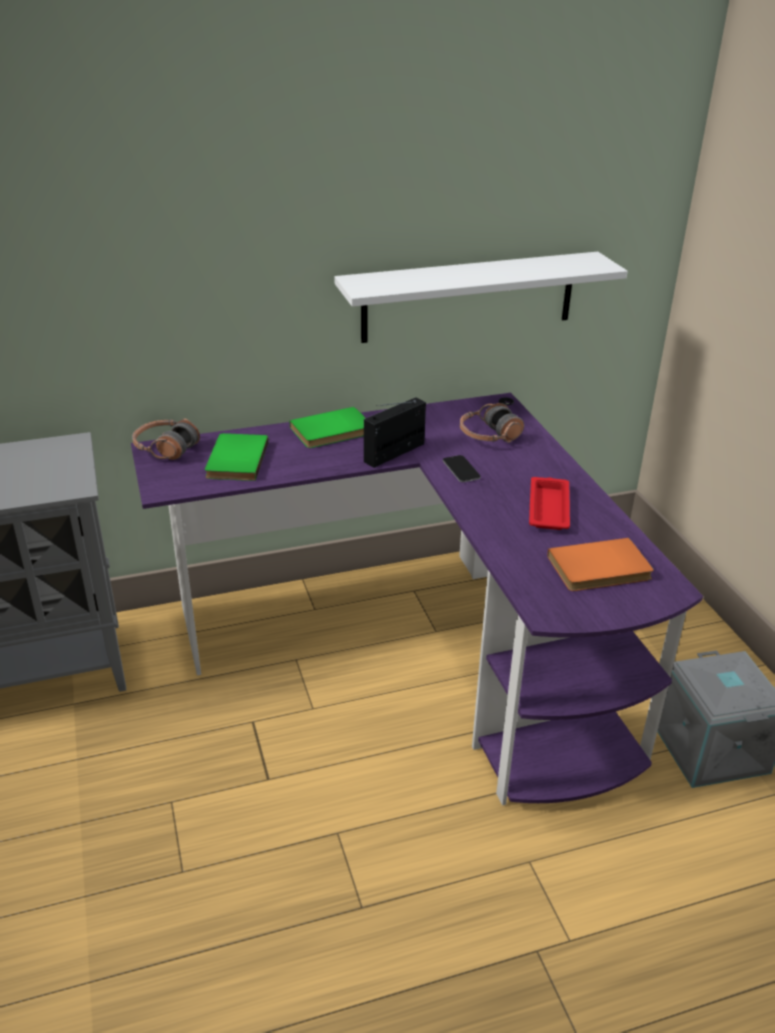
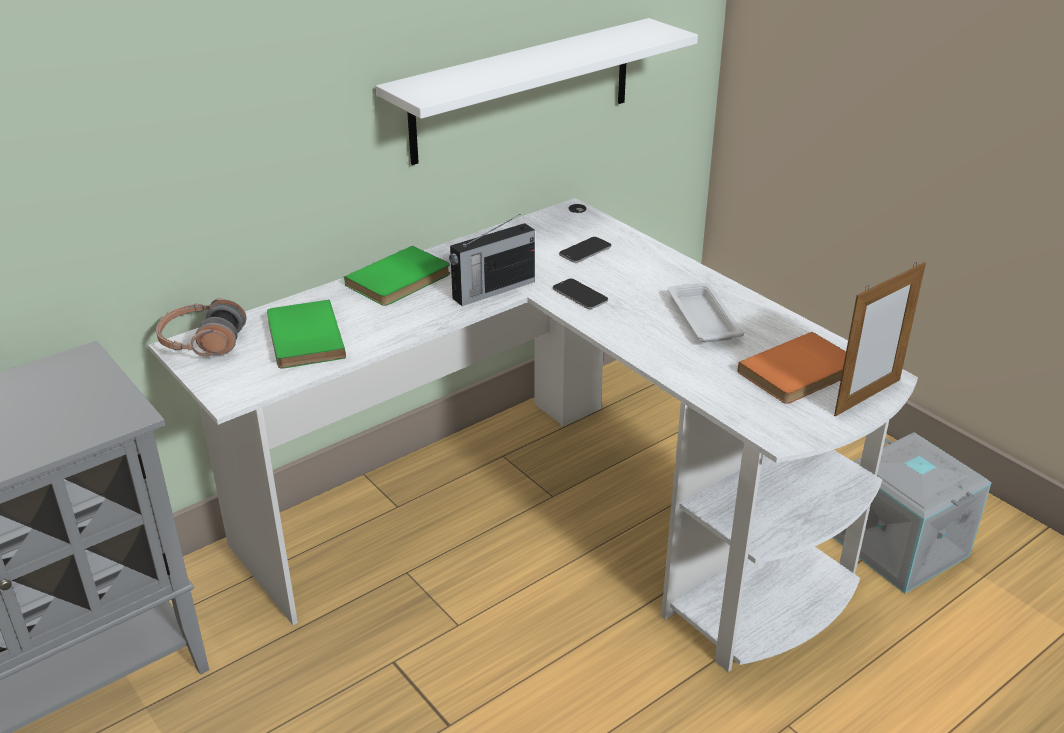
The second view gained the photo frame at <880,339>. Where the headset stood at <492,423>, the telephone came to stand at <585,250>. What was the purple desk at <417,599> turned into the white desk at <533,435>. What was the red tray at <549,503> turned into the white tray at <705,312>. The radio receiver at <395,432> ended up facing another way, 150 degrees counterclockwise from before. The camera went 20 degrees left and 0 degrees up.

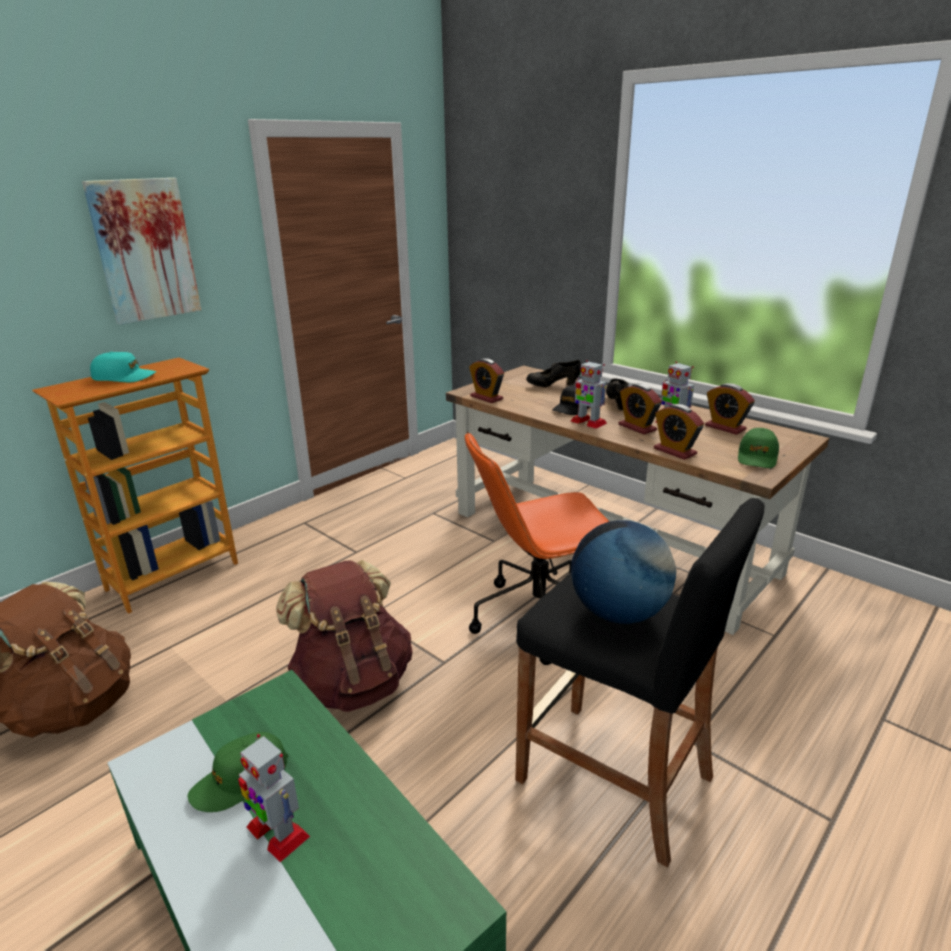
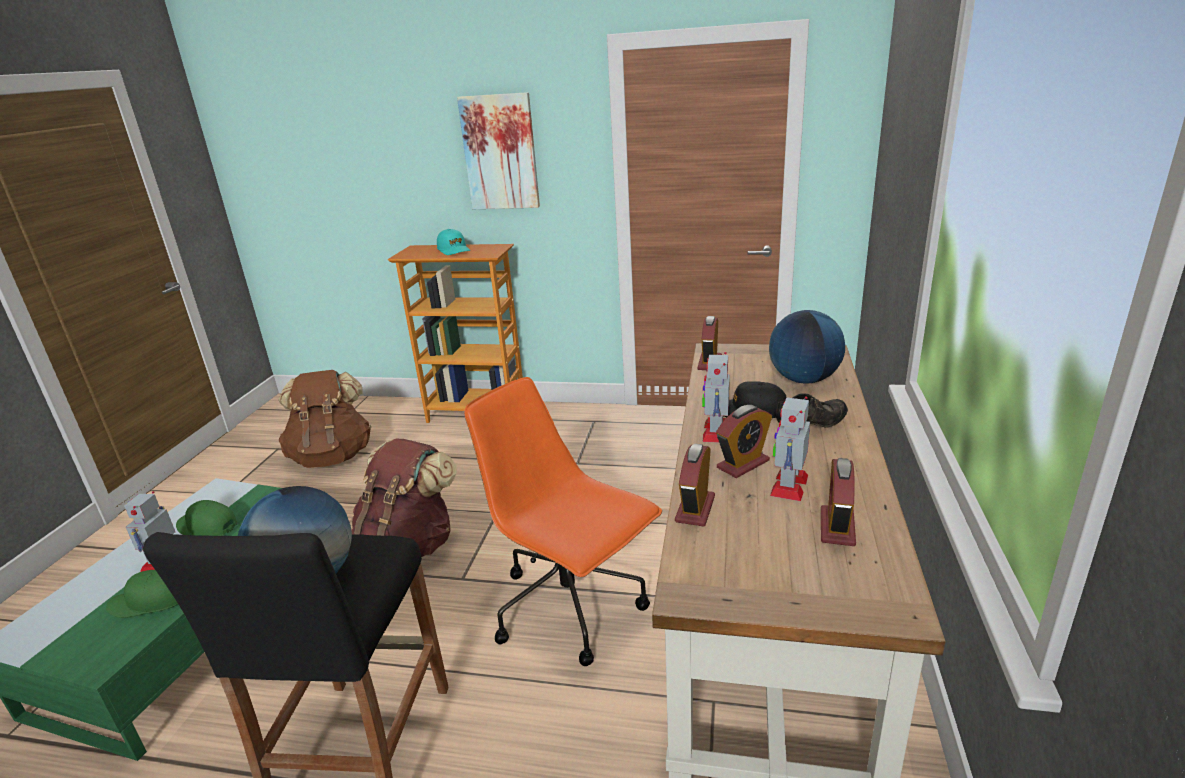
The greenish cap ended up elsewhere, having gone from <758,448> to <142,594>. Where the blackish item of footwear stood at <553,373>, the globe came to stand at <807,347>. The alarm clock at <640,408> ended up facing another way, 150 degrees counterclockwise from before. The camera went 60 degrees right and 0 degrees up.

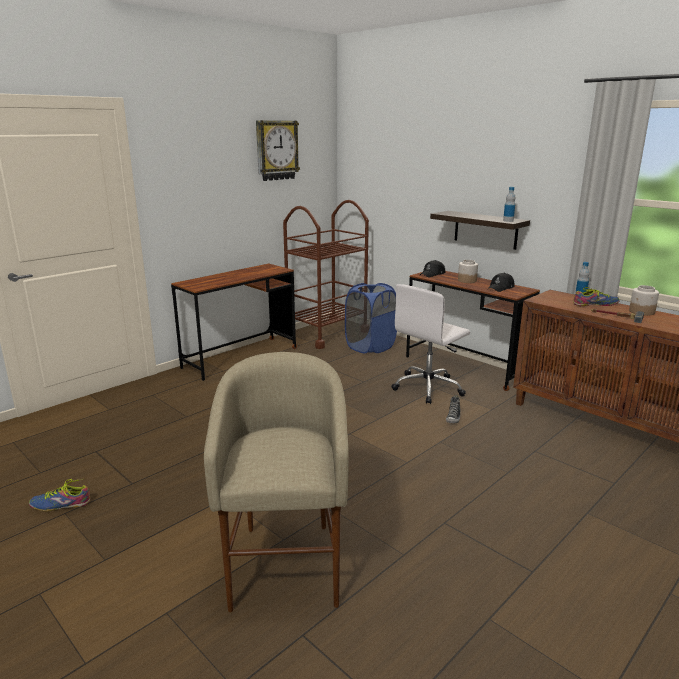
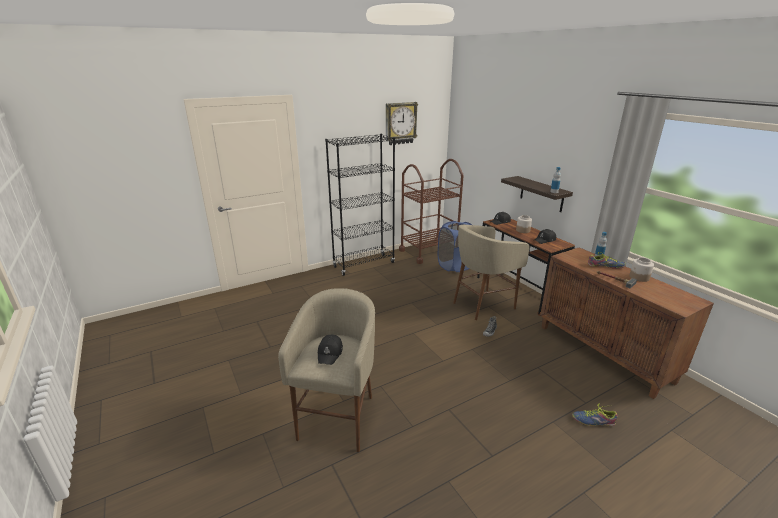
The second view gained the blackish cap at <330,350>. The item of footwear ended up elsewhere, having gone from <59,495> to <595,414>. Where the brownish desk stood at <234,322>, the blackish shelving unit came to stand at <360,205>. Where the white office chair stood at <430,344>, the beige stool seat came to stand at <491,272>. The camera went 15 degrees right and 5 degrees up.

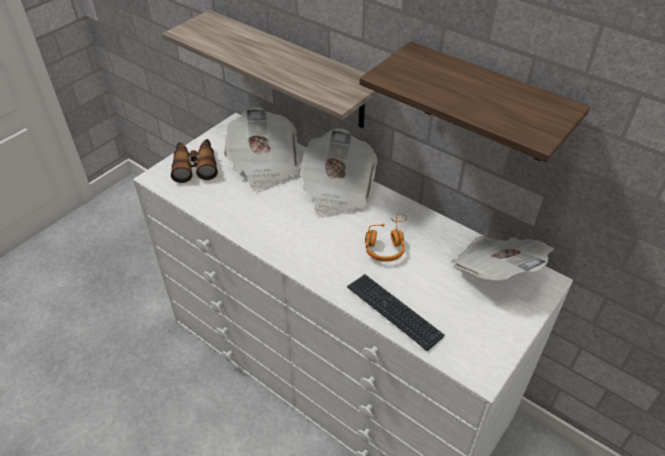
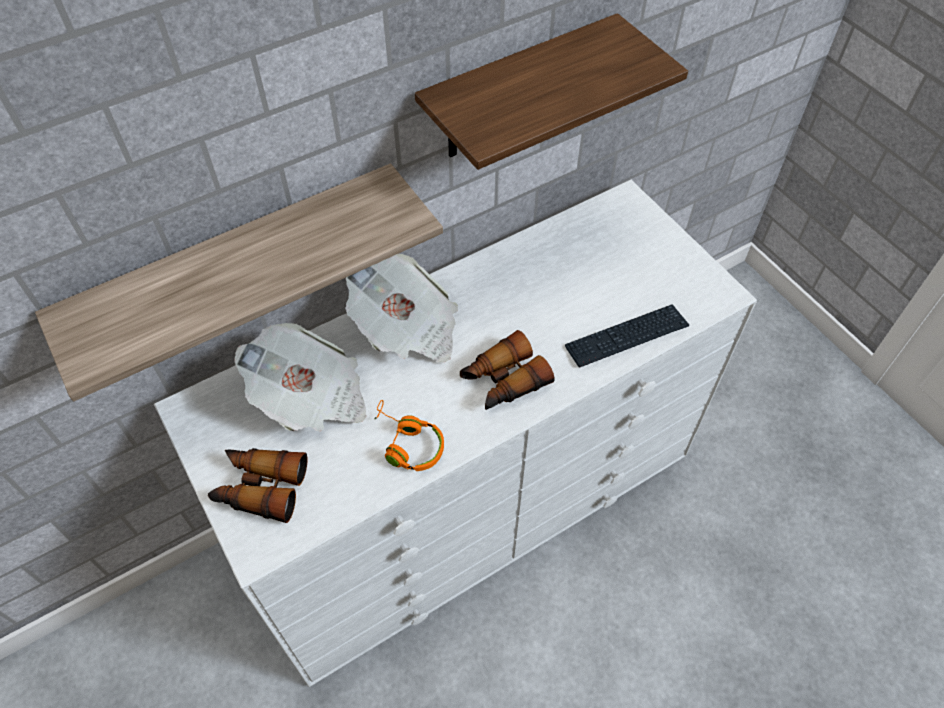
The second view lost the newspaper at <502,258>. The second view gained the binoculars at <507,370>. The orangey headset ended up elsewhere, having gone from <386,238> to <409,435>. The camera went 70 degrees left and 10 degrees up.

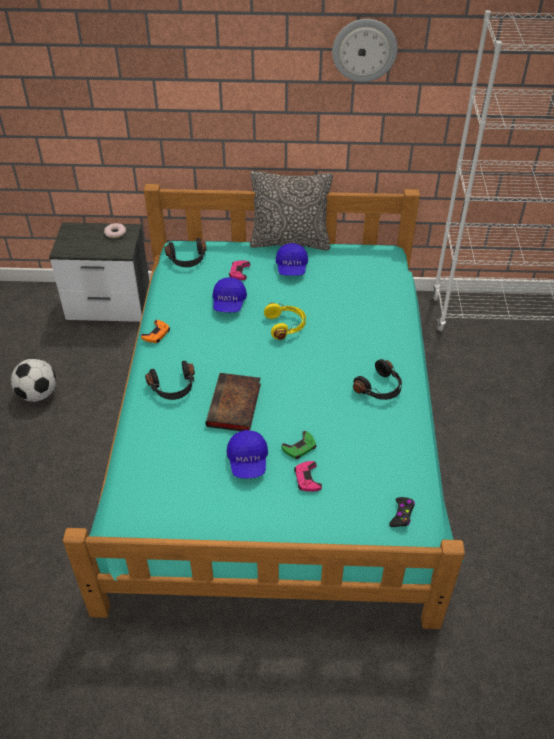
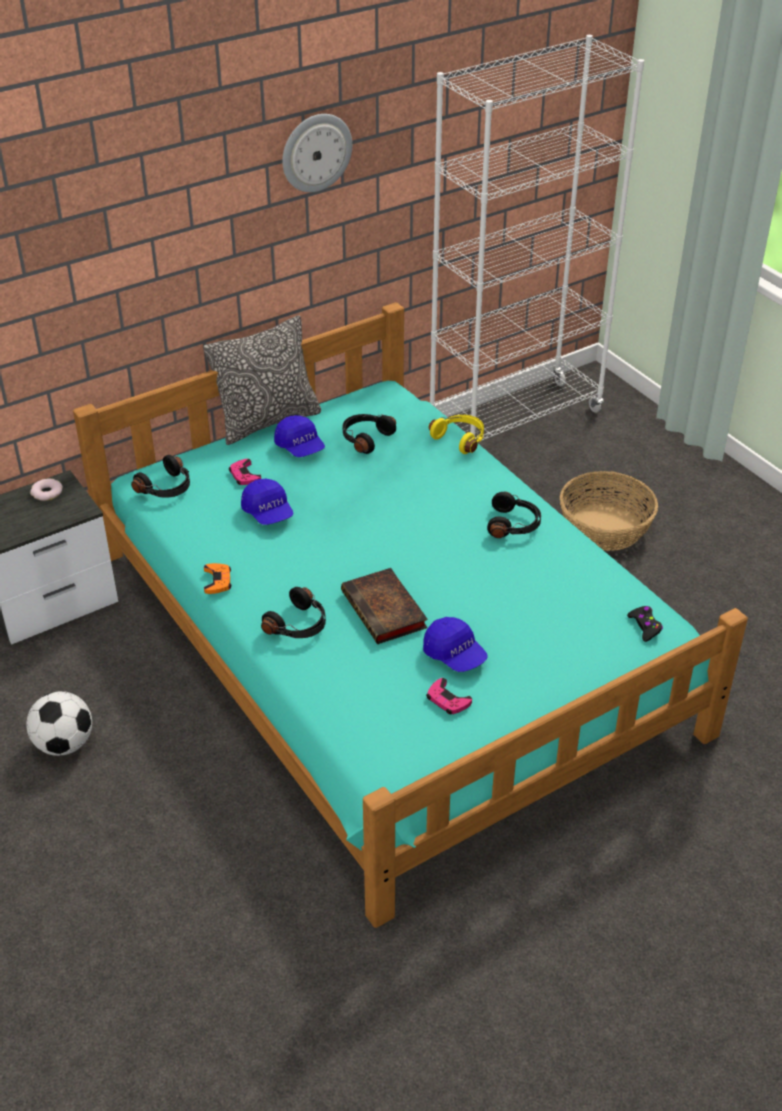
The second view lost the greenish joypad at <299,445>. The second view gained the blackish headset at <369,434>. The second view gained the storage basket at <609,511>. The yellowish headset ended up elsewhere, having gone from <285,321> to <456,434>. The pink-coloured joypad ended up elsewhere, having gone from <308,476> to <449,696>. The camera went 35 degrees left and 5 degrees down.

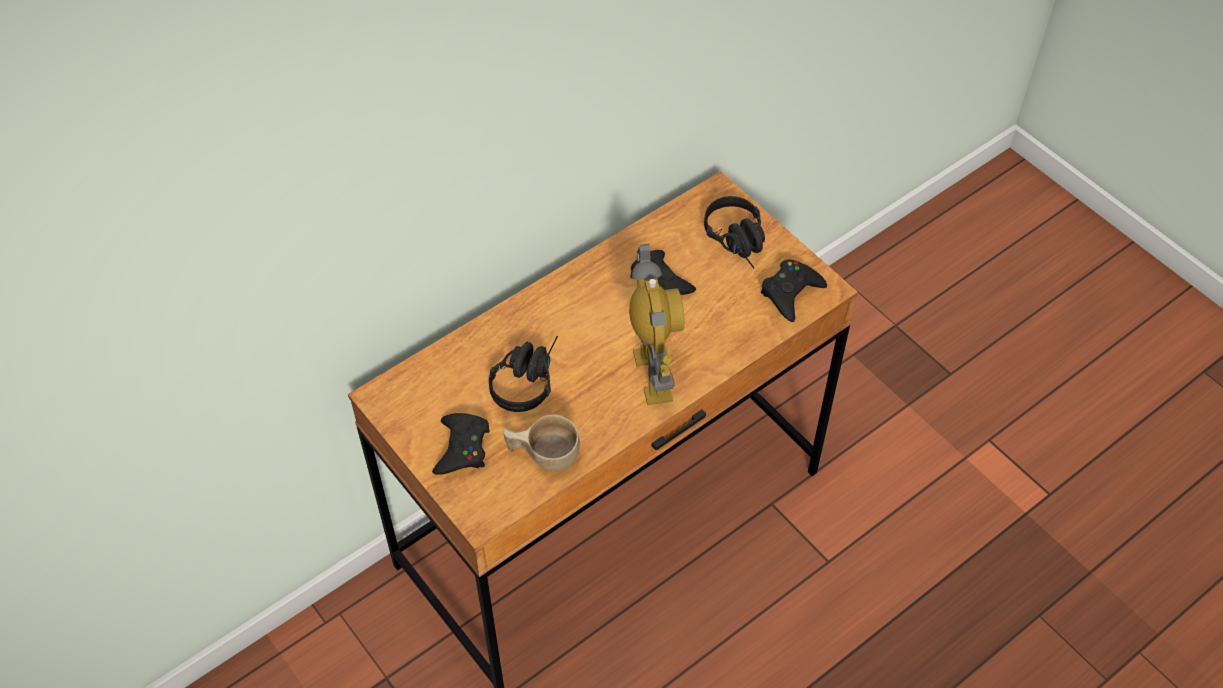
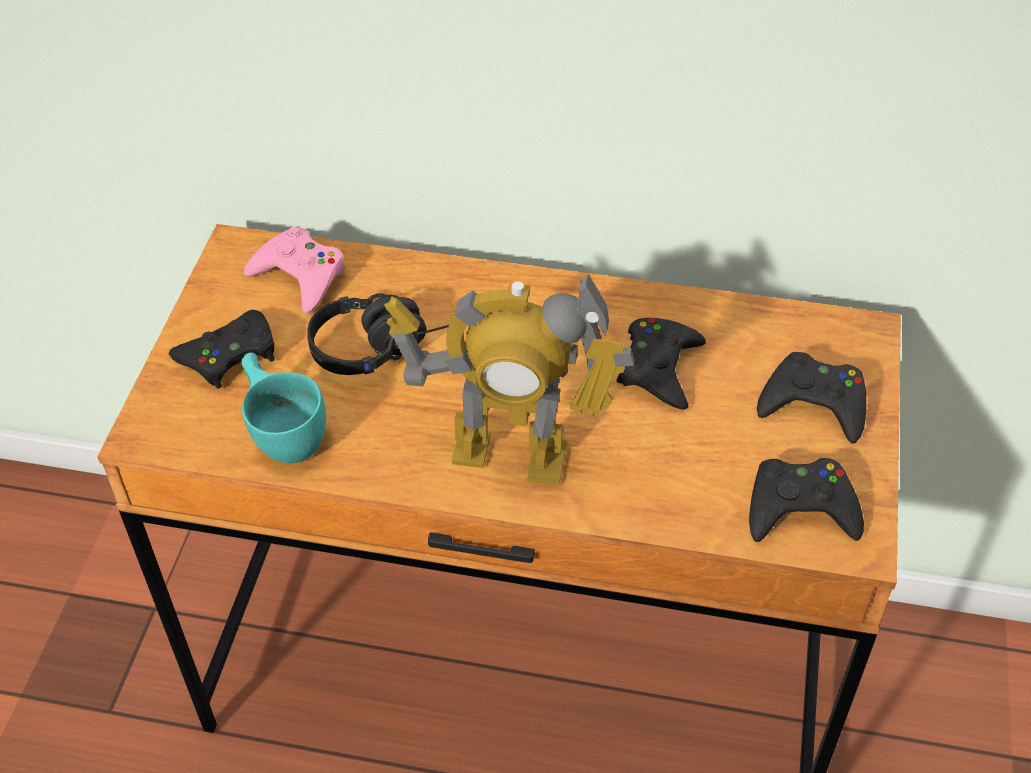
The second view gained the pink-coloured joypad at <295,270>. Where the blackish headset stood at <734,232>, the blackish joypad came to stand at <811,397>. What was the beige drinking cup at <541,442> turned into the turquoise drinking cup at <284,407>. The model robot at <657,324> ended up facing another way, 60 degrees clockwise from before. The camera went 50 degrees right and 5 degrees down.

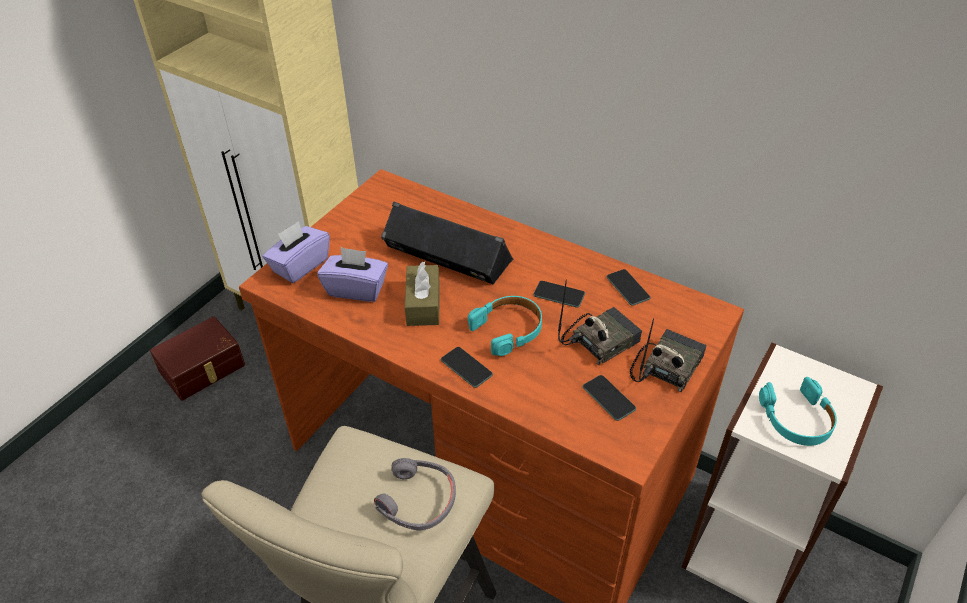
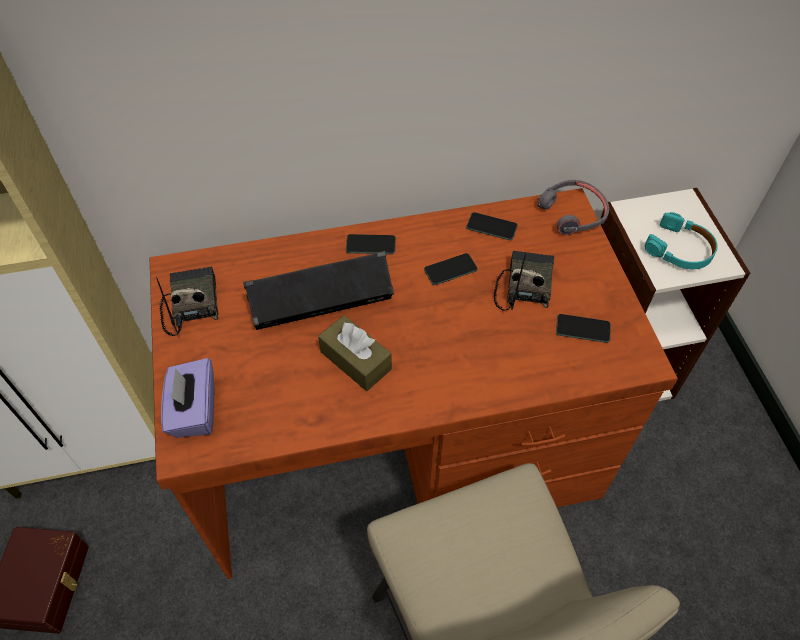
The second view lost the purple box of tissues at <352,274>. The second view lost the turquoise headset at <505,326>. The gray headset ended up elsewhere, having gone from <415,494> to <573,207>. The telephone ended up elsewhere, having gone from <467,367> to <371,244>. The radio receiver ended up elsewhere, having gone from <668,355> to <187,301>. The camera went 45 degrees left and 10 degrees up.

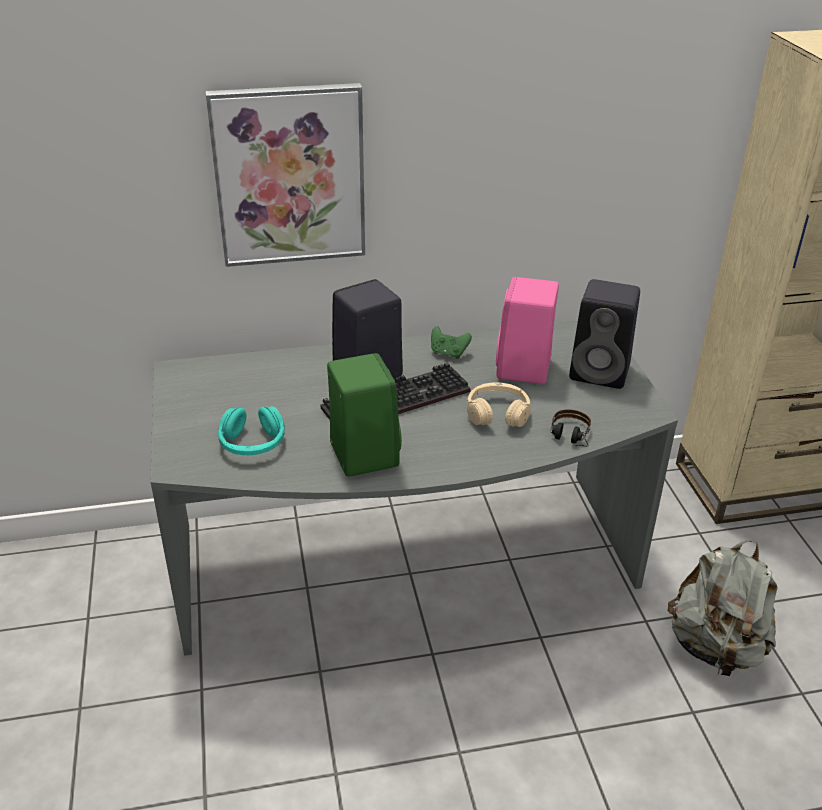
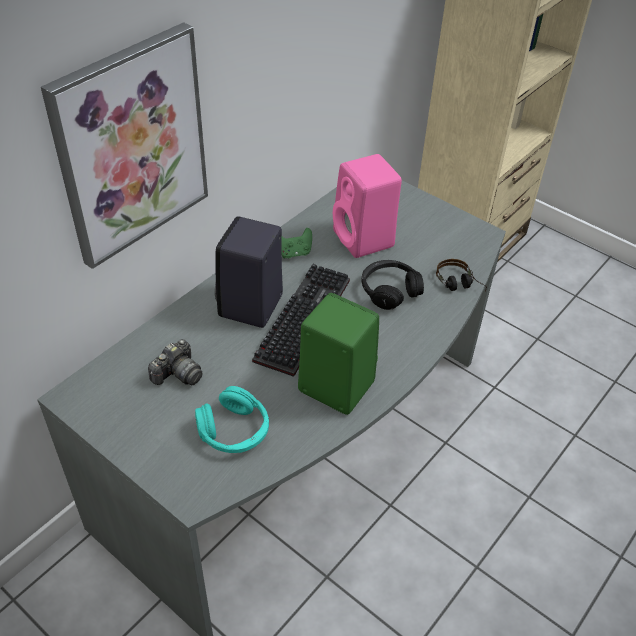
The second view lost the blackish audio speaker at <604,334>. The second view lost the gray knapsack at <723,608>. The second view gained the photo camera at <175,362>. What was the beige headset at <499,404> turned into the blackish headset at <392,285>. The camera went 40 degrees left and 10 degrees up.

